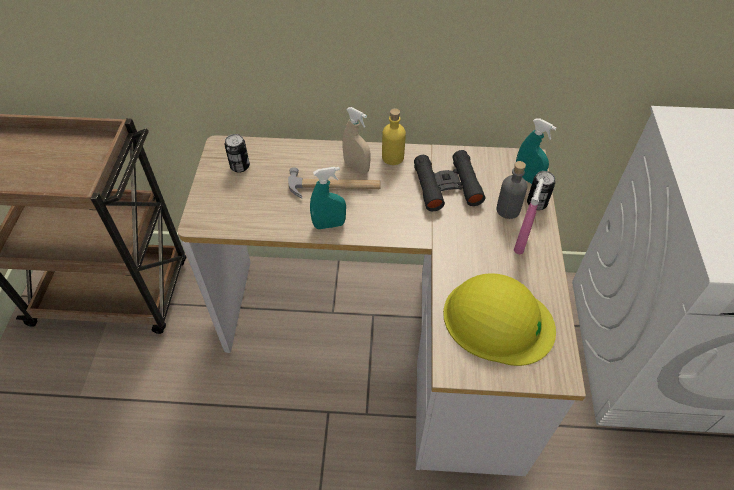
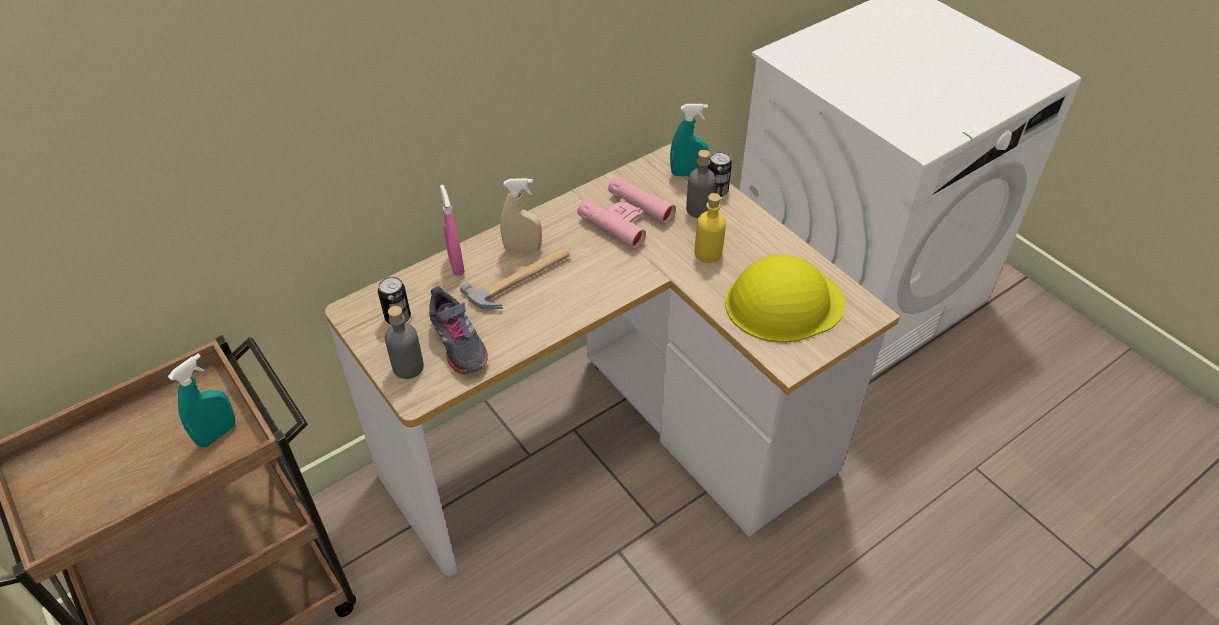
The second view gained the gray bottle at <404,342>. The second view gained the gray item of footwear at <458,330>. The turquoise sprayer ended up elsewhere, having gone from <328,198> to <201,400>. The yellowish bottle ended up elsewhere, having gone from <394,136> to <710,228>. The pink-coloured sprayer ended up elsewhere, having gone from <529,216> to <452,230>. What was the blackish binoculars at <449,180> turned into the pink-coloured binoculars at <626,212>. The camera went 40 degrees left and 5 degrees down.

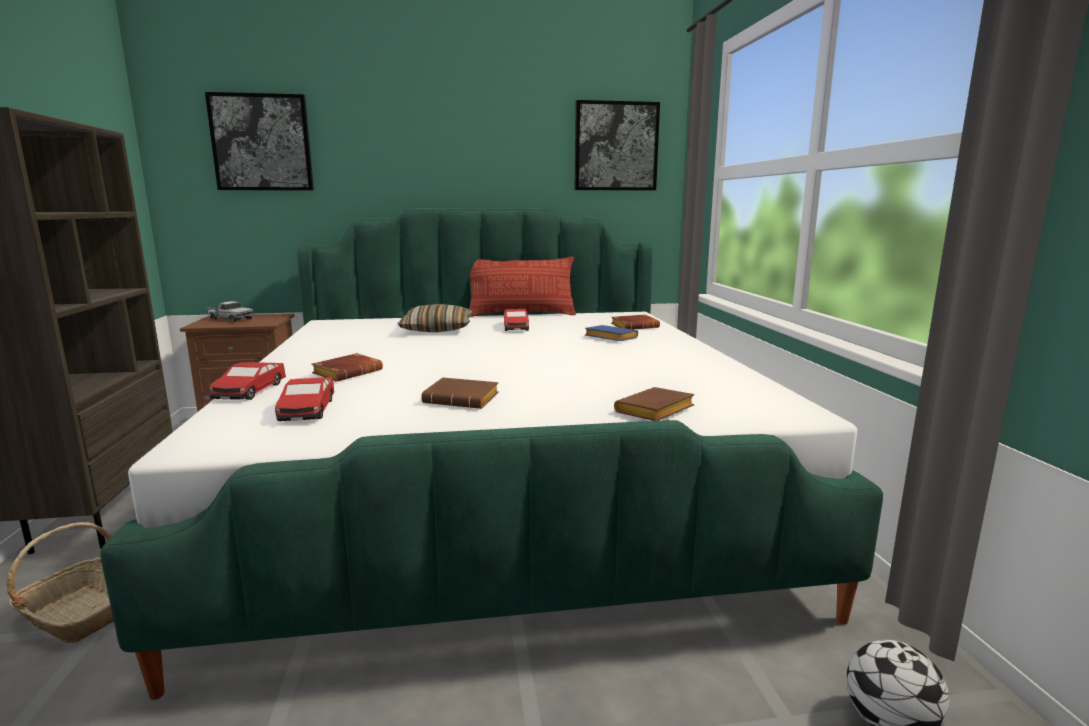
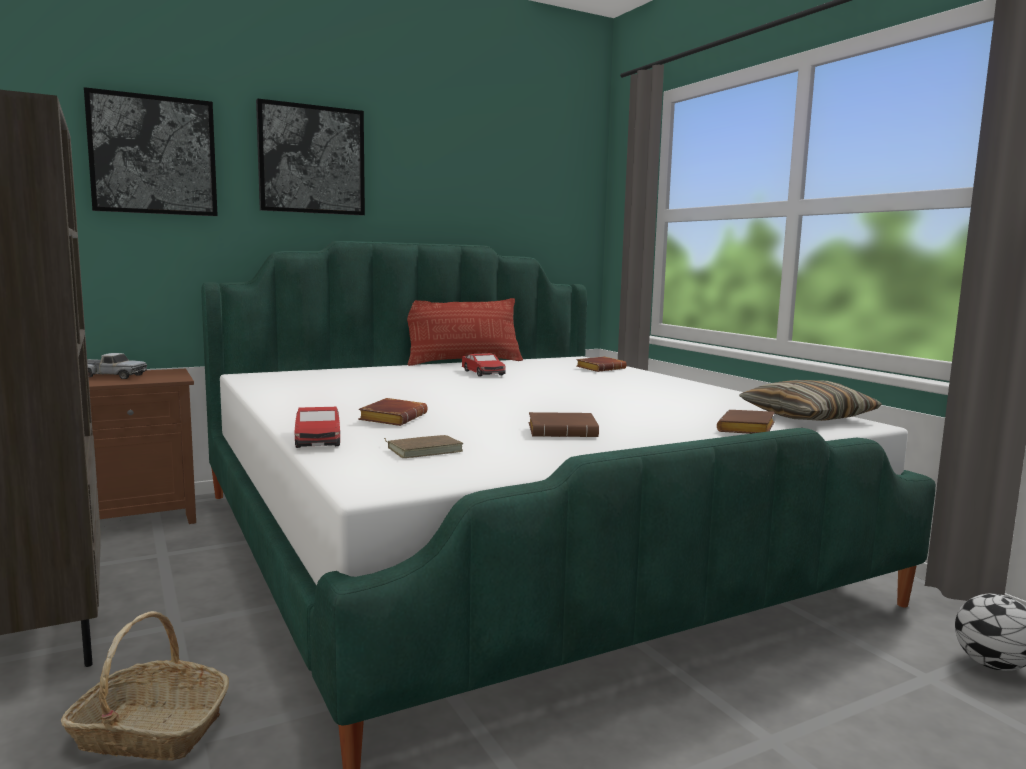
The second view lost the blue book at <611,333>. The throw pillow ended up elsewhere, having gone from <435,318> to <810,400>. The wall art ended up elsewhere, having gone from <617,145> to <310,156>. Where the toy car stood at <304,399>, the brownish book came to stand at <423,446>. The camera went 20 degrees left and 5 degrees down.

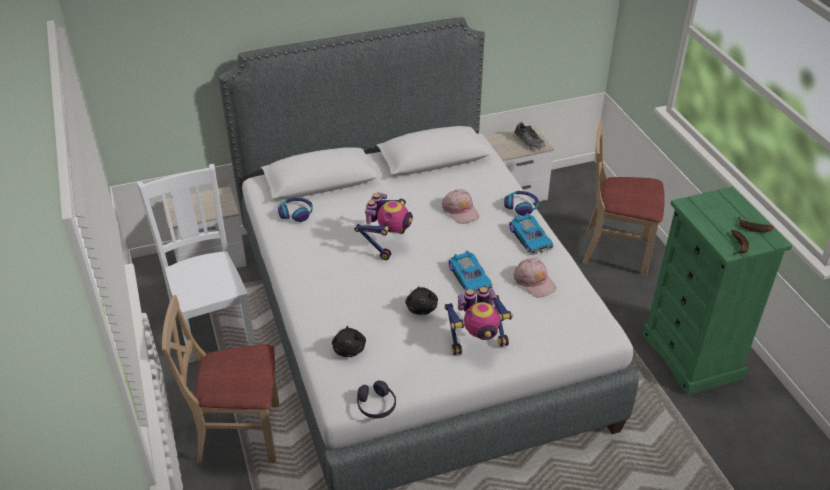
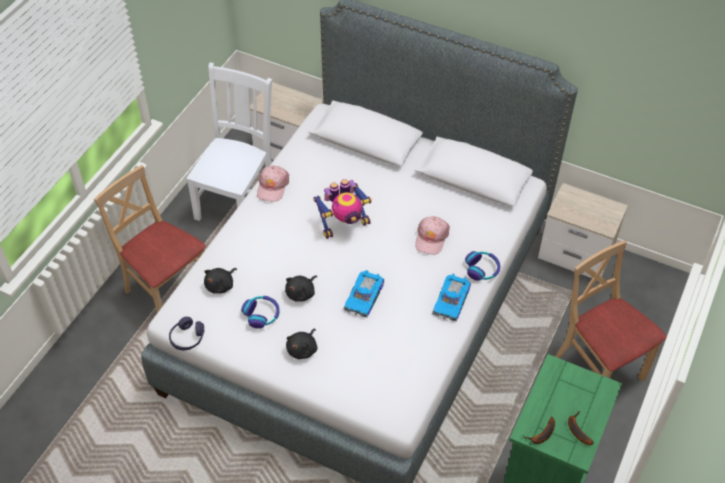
The second view lost the item of footwear at <529,136>. The headset ended up elsewhere, having gone from <295,210> to <260,312>. The pink-coloured cap ended up elsewhere, having gone from <535,278> to <273,184>. Where the model robot stood at <478,321>, the blackish cuddly toy came to stand at <301,344>. The camera went 45 degrees right and 10 degrees up.

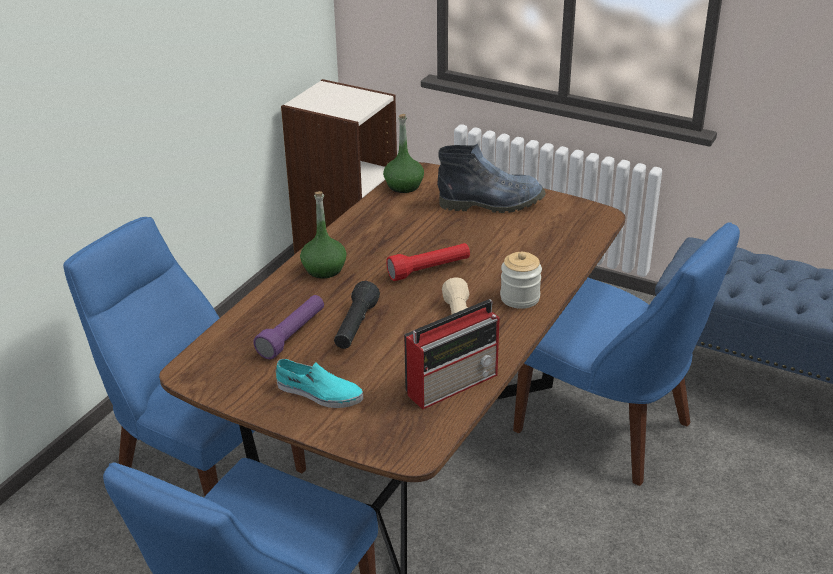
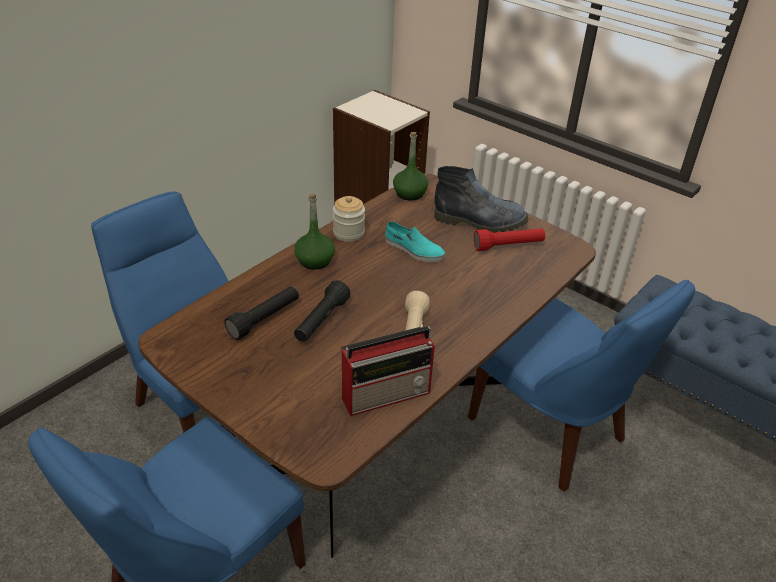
The turquoise item of footwear ended up elsewhere, having gone from <319,383> to <415,241>. The red torch ended up elsewhere, having gone from <428,262> to <509,239>. The storage jar ended up elsewhere, having gone from <521,280> to <349,219>. What was the purple torch at <288,327> turned into the blackish torch at <261,313>. The camera went 10 degrees right and 5 degrees up.

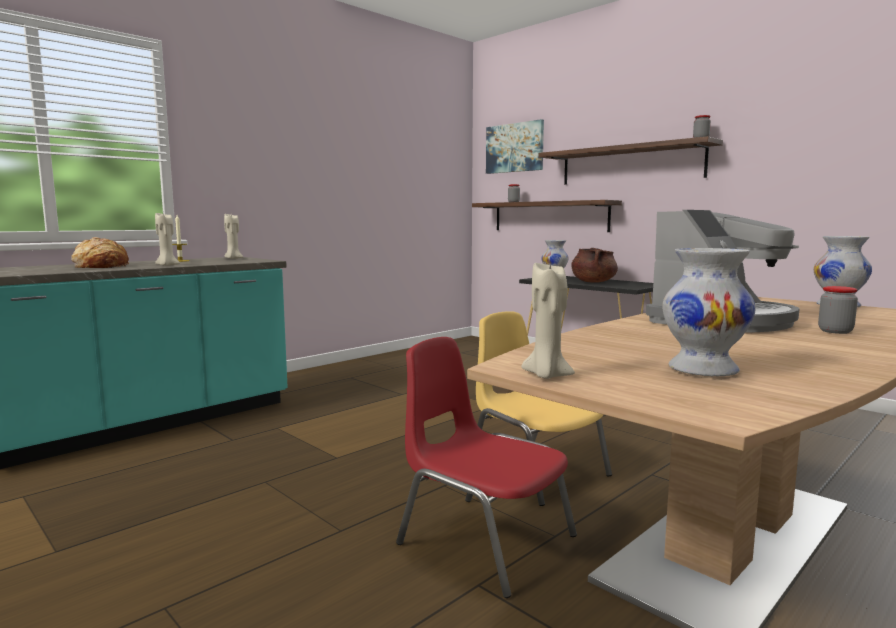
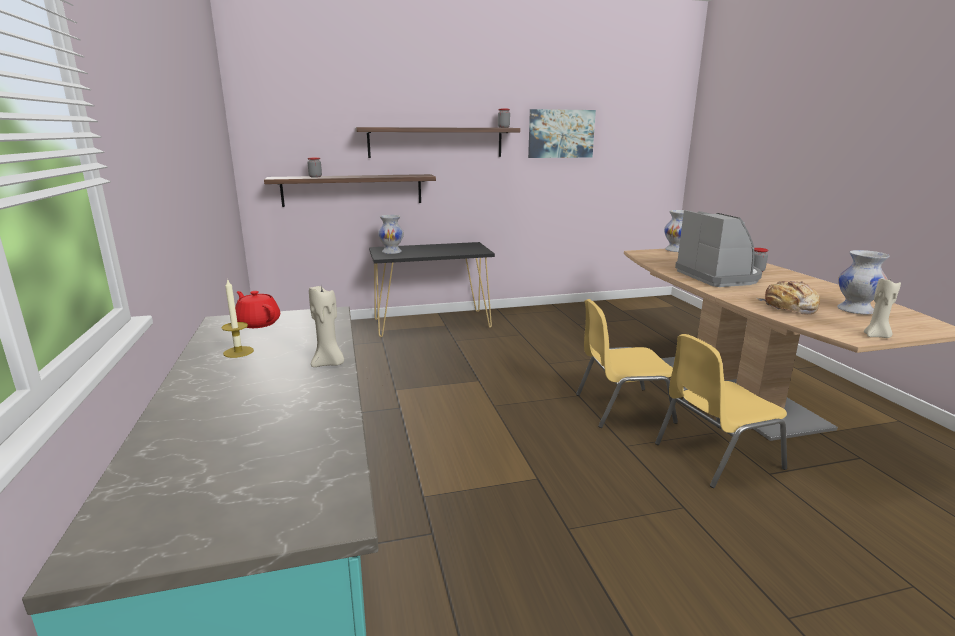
The second view lost the brownish cooking pot at <594,265>. The bakery bread ended up elsewhere, having gone from <100,252> to <788,297>. The wall art ended up elsewhere, having gone from <515,146> to <562,133>. Where the beige candle stood at <233,236>, the red tea pot came to stand at <257,309>. What was the red upright chair at <486,467> turned into the yellowish upright chair at <721,411>. The camera went 60 degrees left and 10 degrees up.

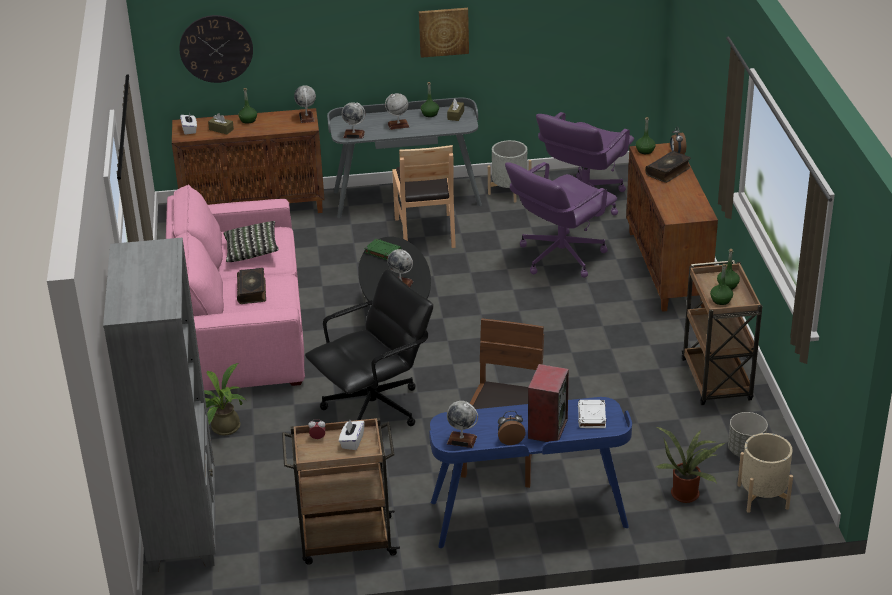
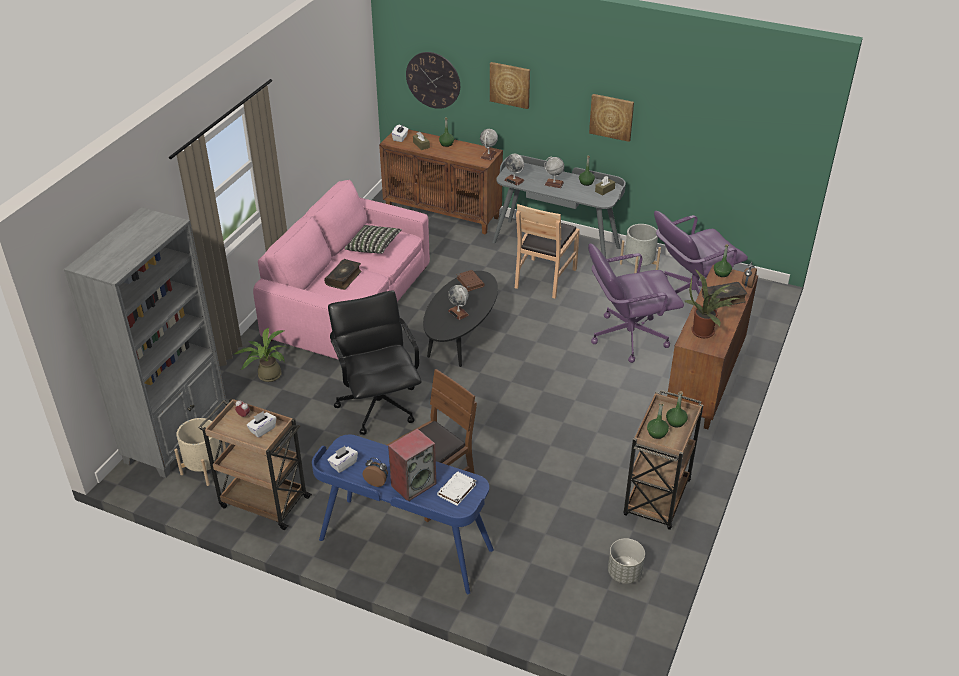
The second view gained the wall art at <510,85>. The potted plant ended up elsewhere, having gone from <690,465> to <713,304>. The beige plant pot ended up elsewhere, having gone from <765,473> to <200,452>. Where the globe stood at <462,424>, the white box of tissues came to stand at <343,459>. What was the greenish book at <383,249> turned into the brownish book at <471,281>. The blackish office chair at <369,347> ended up facing another way, 105 degrees counterclockwise from before. The camera went 30 degrees right and 5 degrees up.

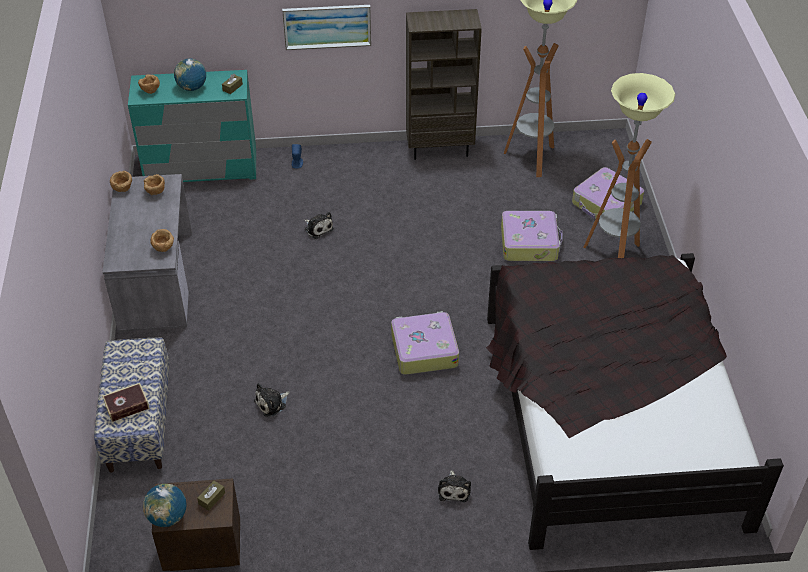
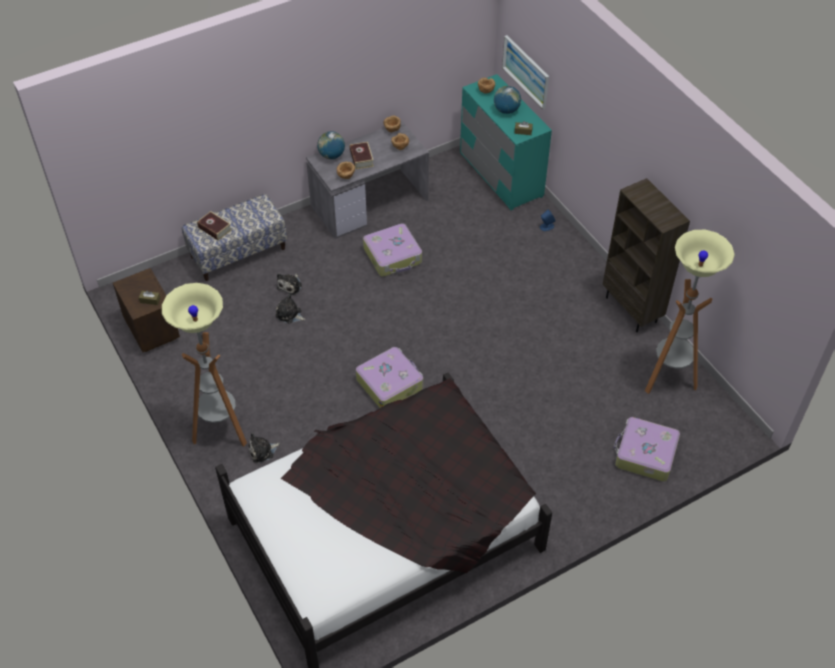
The second view gained the book at <362,155>. The globe ended up elsewhere, having gone from <164,505> to <331,145>. The wall art ended up elsewhere, having gone from <326,27> to <525,72>. The cuddly toy ended up elsewhere, having gone from <319,225> to <289,284>. The piece of luggage ended up elsewhere, having gone from <532,236> to <392,250>. The floor lamp ended up elsewhere, having gone from <629,165> to <204,365>. The camera went 65 degrees right and 5 degrees up.

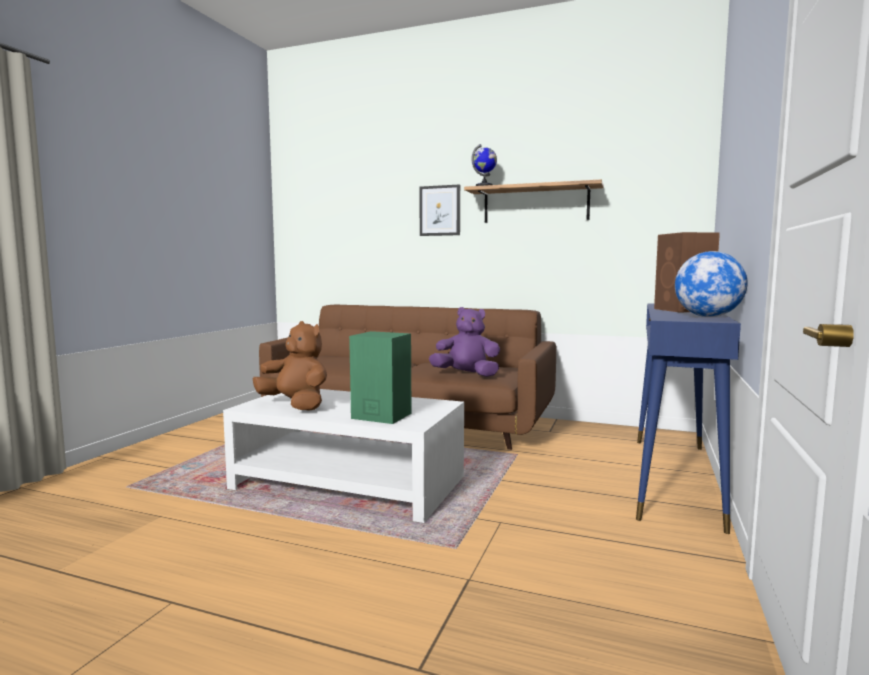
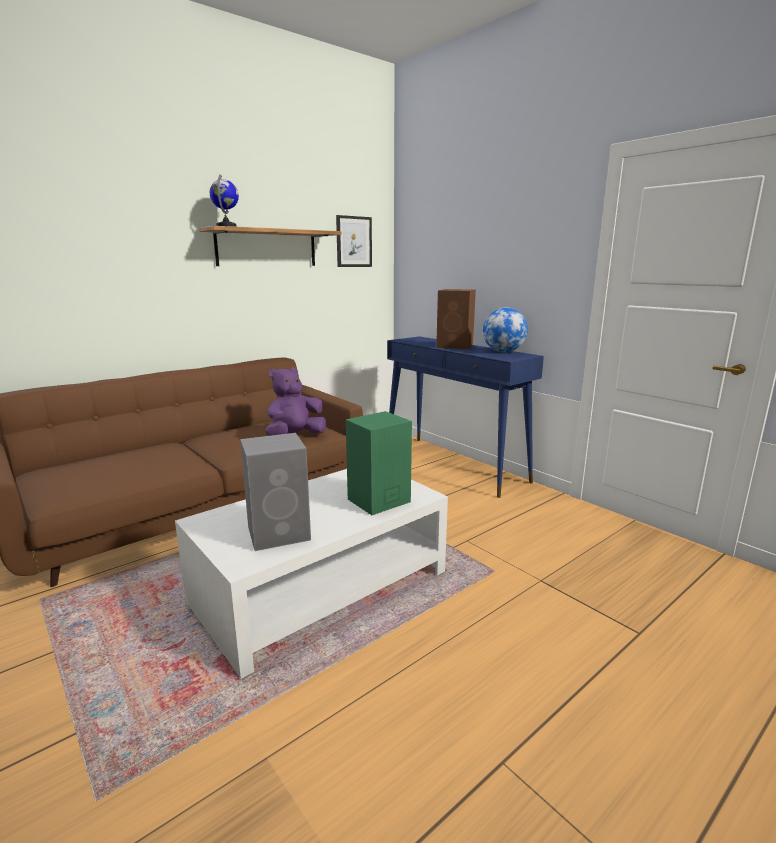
The wall art ended up elsewhere, having gone from <440,210> to <354,241>. Where the brownish cuddly toy stood at <290,366>, the gray audio speaker came to stand at <275,492>. The camera went 60 degrees left and 10 degrees up.

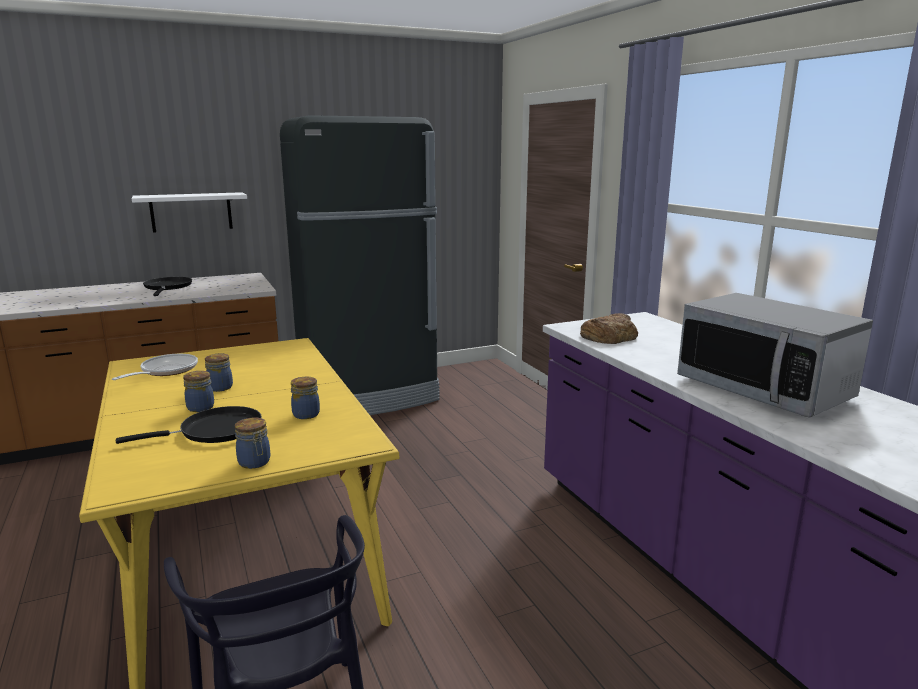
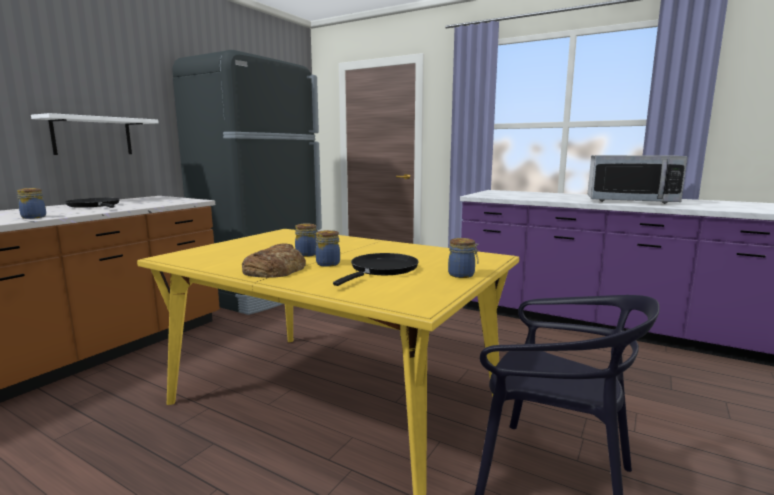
The second view lost the pan at <155,367>. The storage jar ended up elsewhere, having gone from <305,398> to <31,203>. The bakery bread ended up elsewhere, having gone from <609,328> to <274,260>. The camera went 35 degrees left and 5 degrees down.

